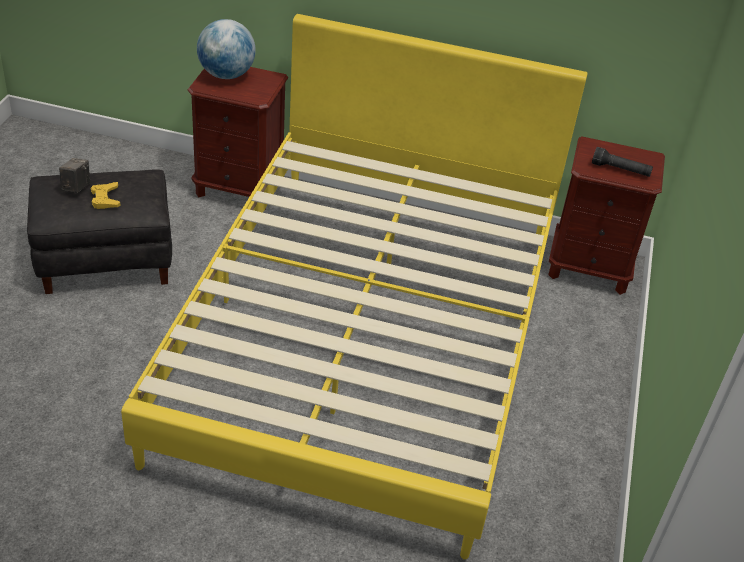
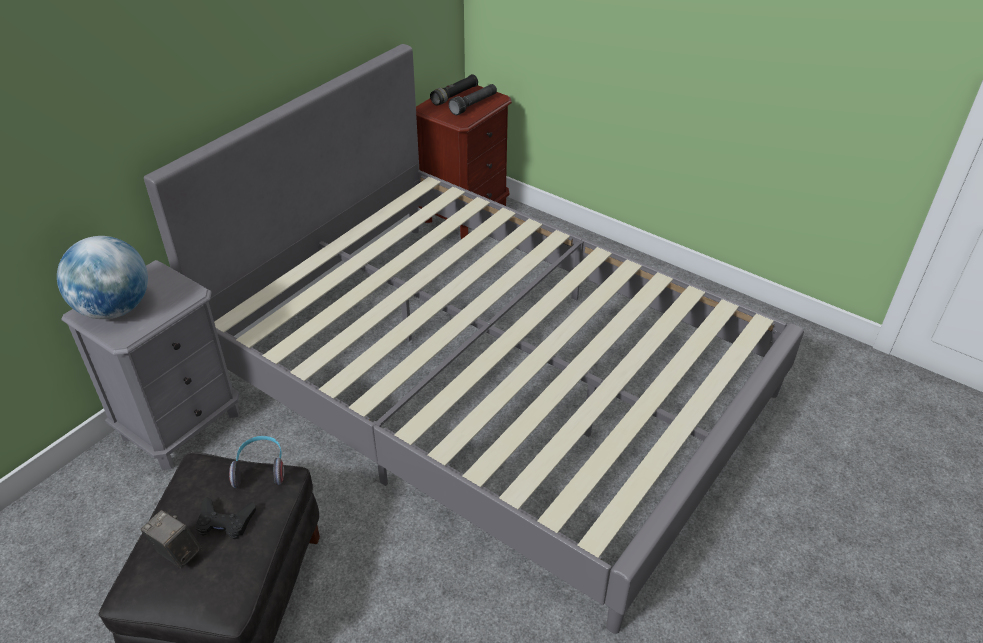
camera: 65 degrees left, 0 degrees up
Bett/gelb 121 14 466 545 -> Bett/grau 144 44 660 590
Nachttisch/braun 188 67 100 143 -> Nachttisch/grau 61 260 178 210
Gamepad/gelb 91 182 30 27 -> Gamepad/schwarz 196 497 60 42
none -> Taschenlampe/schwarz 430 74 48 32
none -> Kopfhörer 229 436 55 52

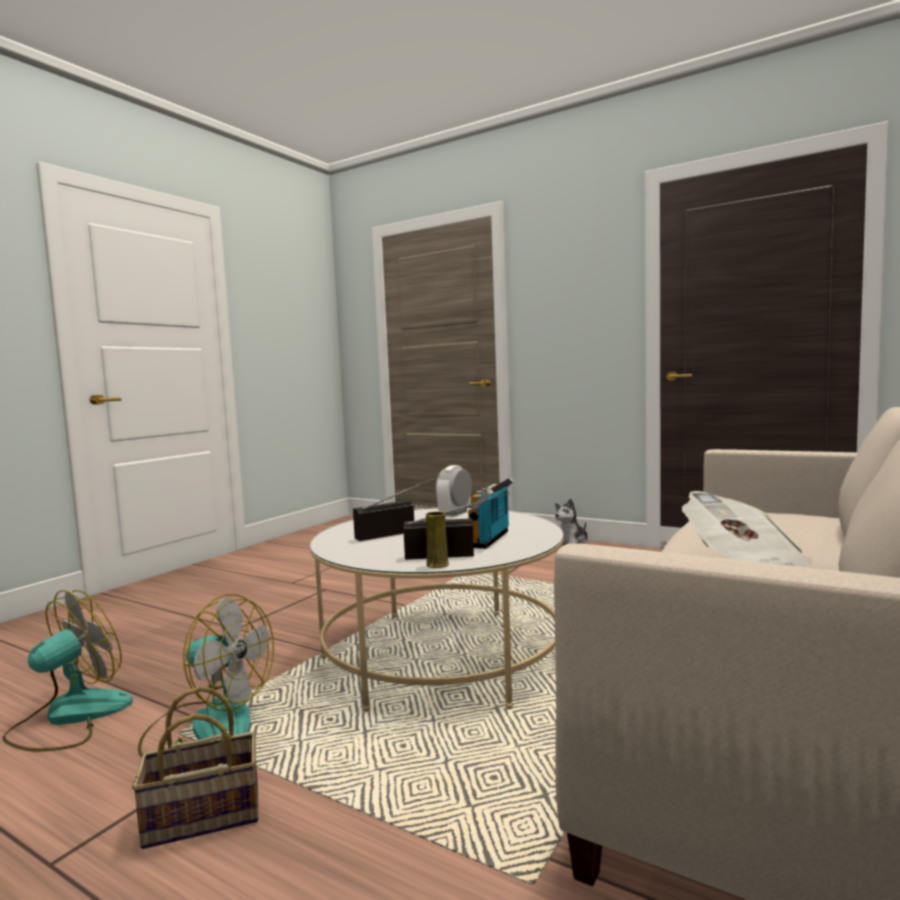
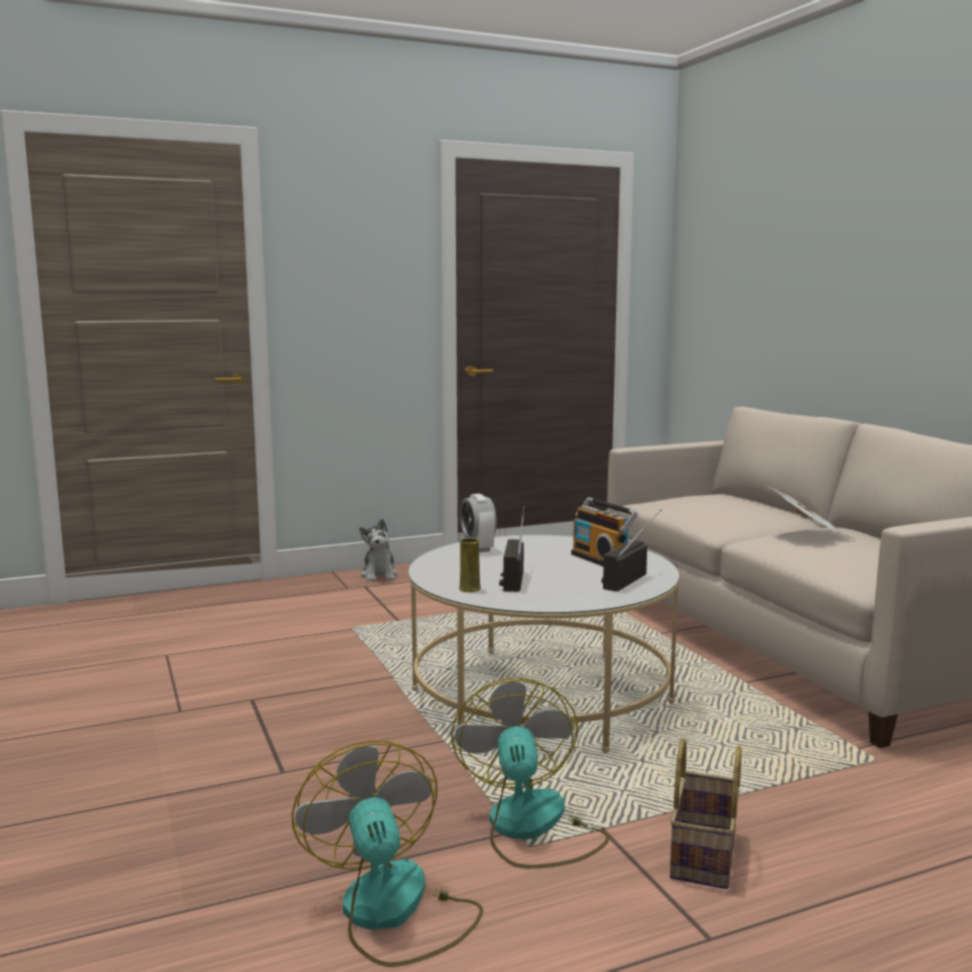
camera: 55 degrees left, 5 degrees up
Vase/gelb 426 511 23 57 -> Vase/gelb 459 538 22 54, moved
Ventilator 138 594 136 163 -> Ventilator 451 678 159 191, 60 degrees counterclockwise

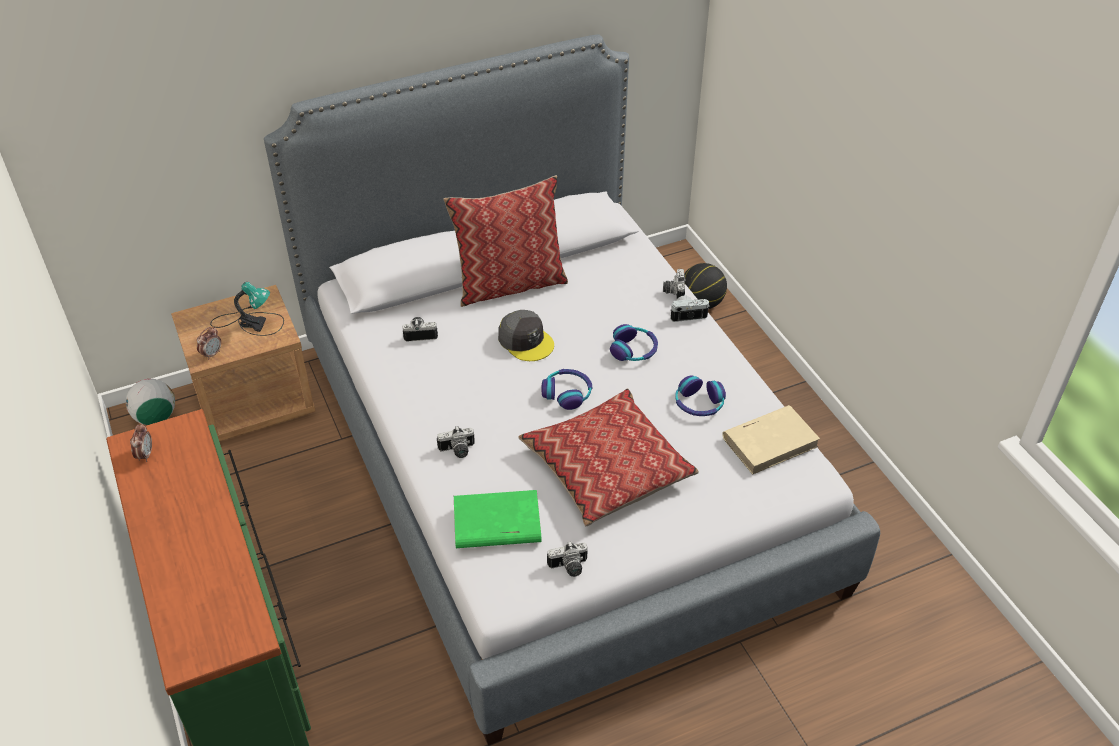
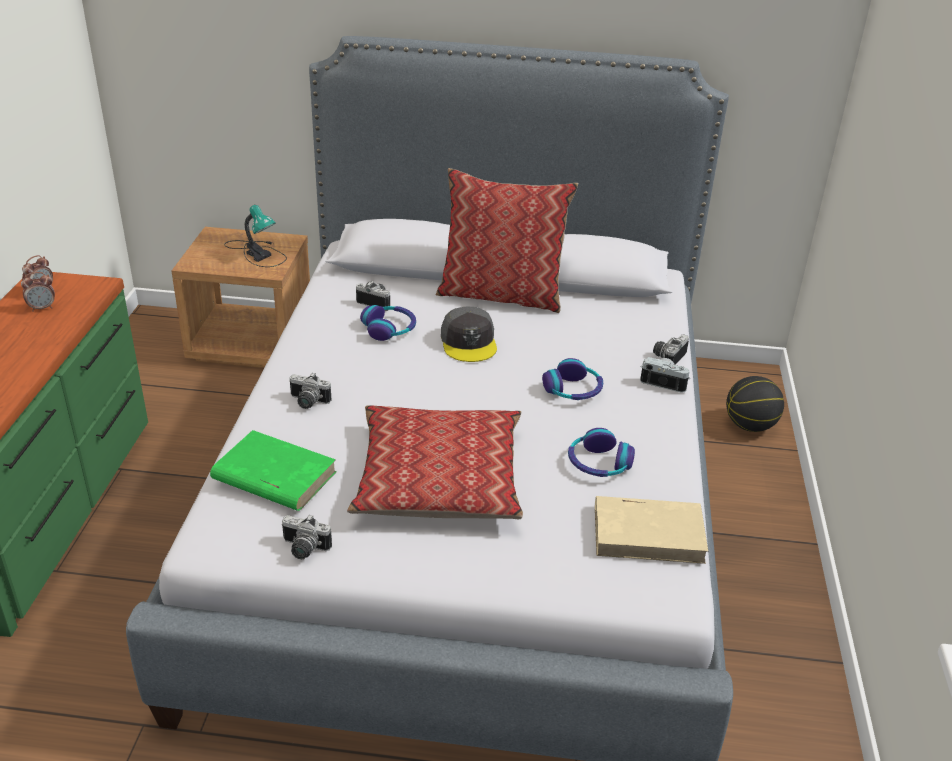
camera: 30 degrees right, 10 degrees down
Wecker 197 327 24 33 -> Wecker 21 272 34 40, moved
Kopfhörer 541 369 51 41 -> Kopfhörer 360 305 56 36, moved
Fußball 126 379 49 46 -> none

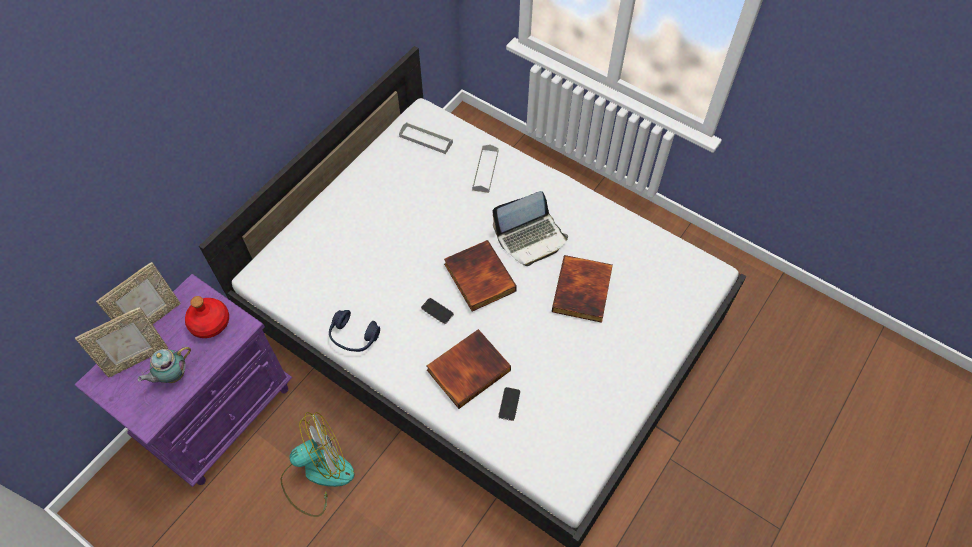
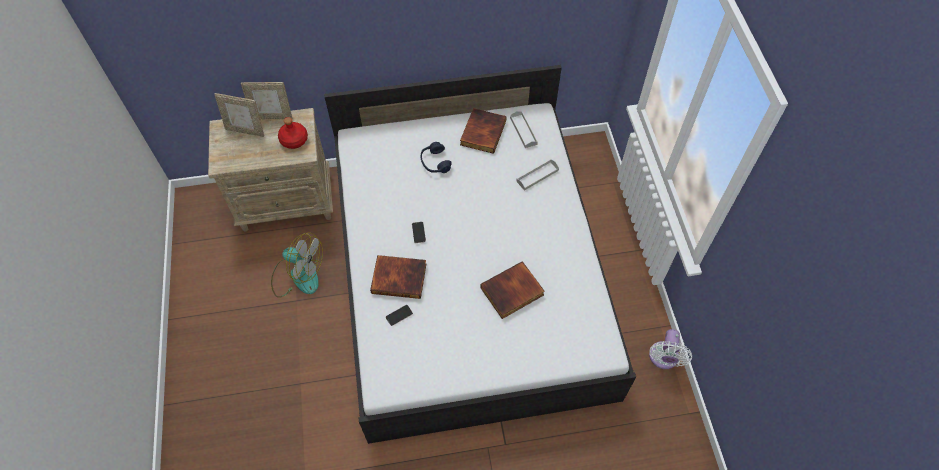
camera: 45 degrees right, 0 degrees up
Laptop 492 191 76 75 -> none
Buch 444 240 73 72 -> Buch 460 108 46 46, moved
Nachttisch/lila 75 274 218 213 -> Nachttisch/beige 208 108 125 124
Kopfhörer/blau 329 310 51 42 -> Kopfhörer/blau 421 142 31 31, moved
Teekanne 137 345 54 38 -> none
none -> Ventilator/weiß 649 329 43 40

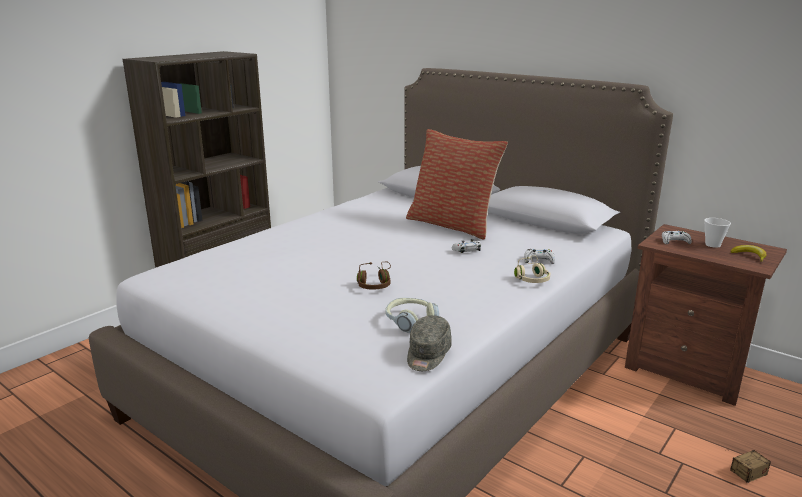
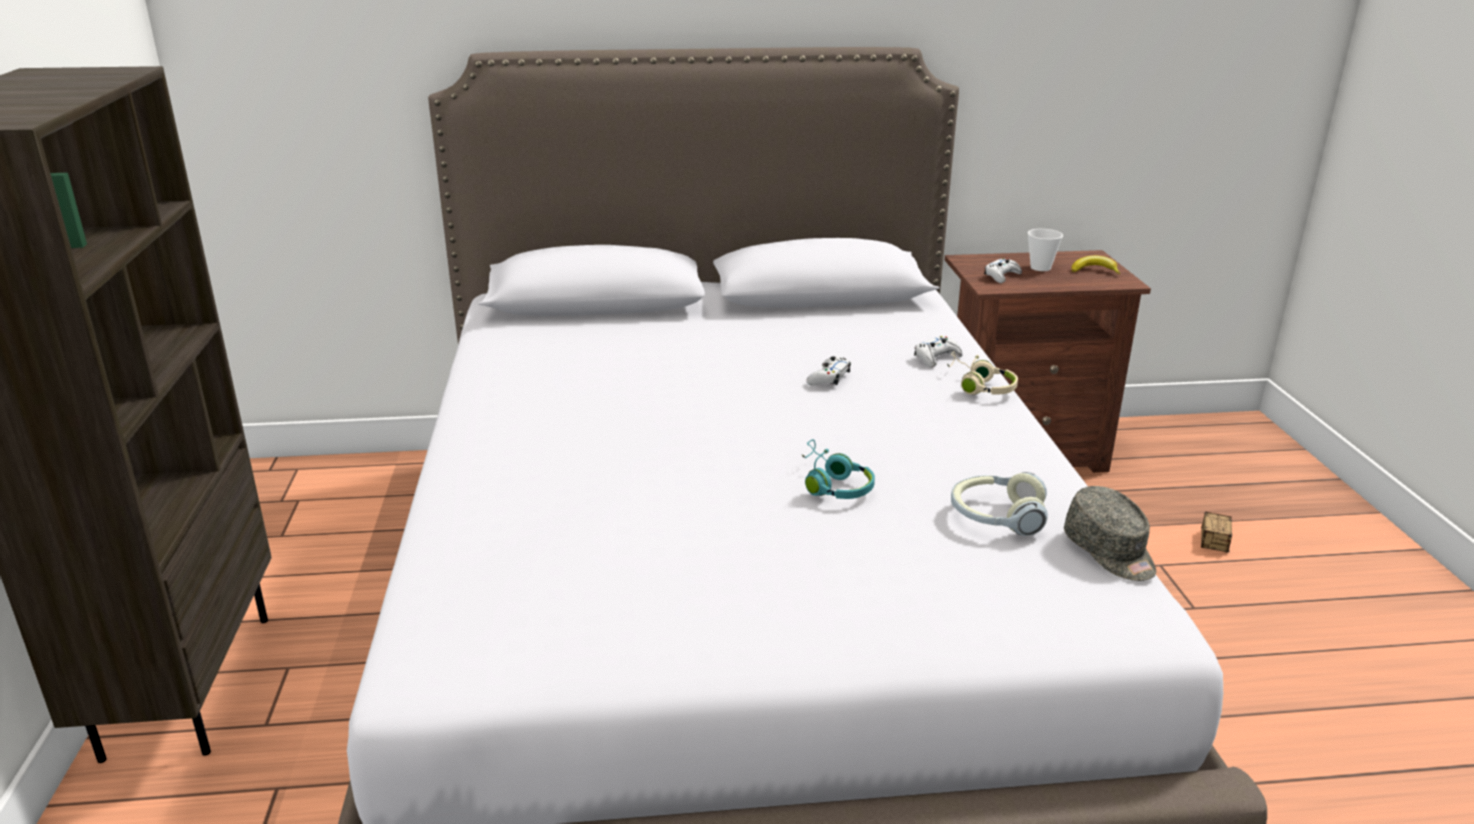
camera: 45 degrees left, 5 degrees up
Kissen 406 129 102 111 -> none
Kopfhörer/braun 357 262 34 28 -> Kopfhörer/türkis 801 439 74 60

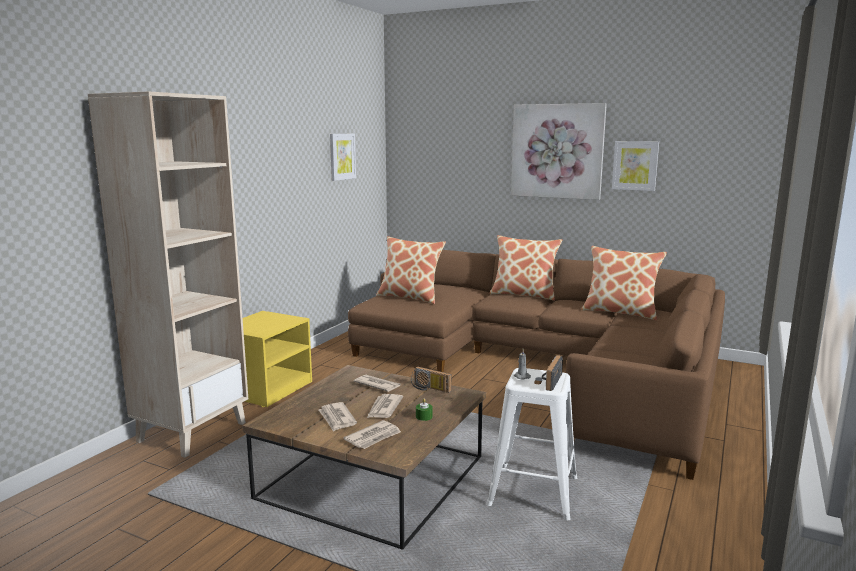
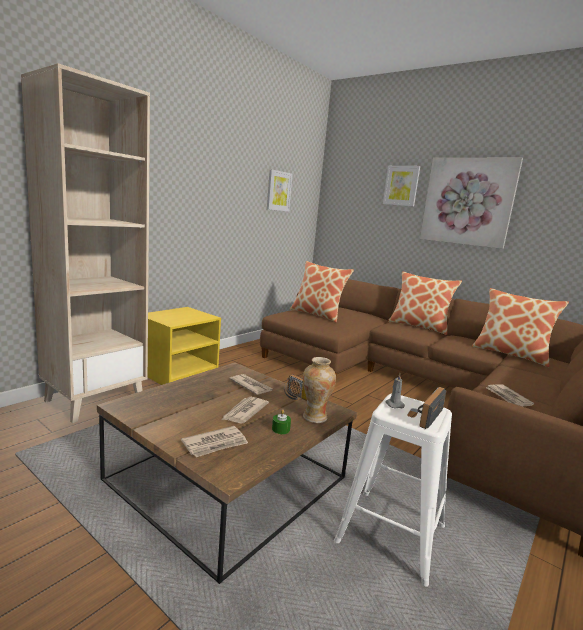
camera: 10 degrees right, 0 degrees up
Bild 612 141 47 50 -> Bild 383 166 37 40, moved
Zeitung 318 402 39 30 -> Zeitung 486 384 48 22, moved
none -> Vase 303 357 33 66

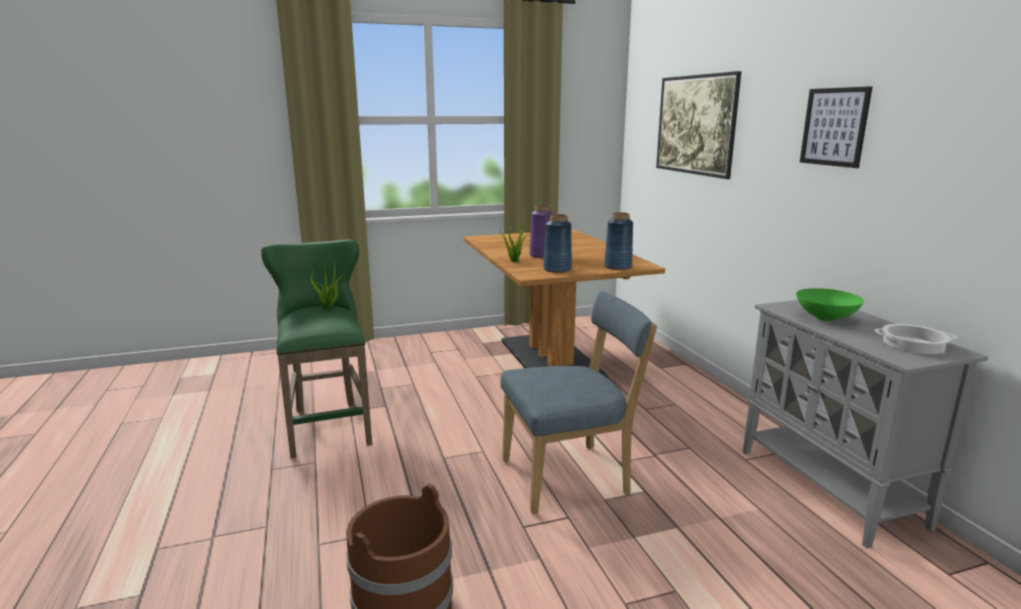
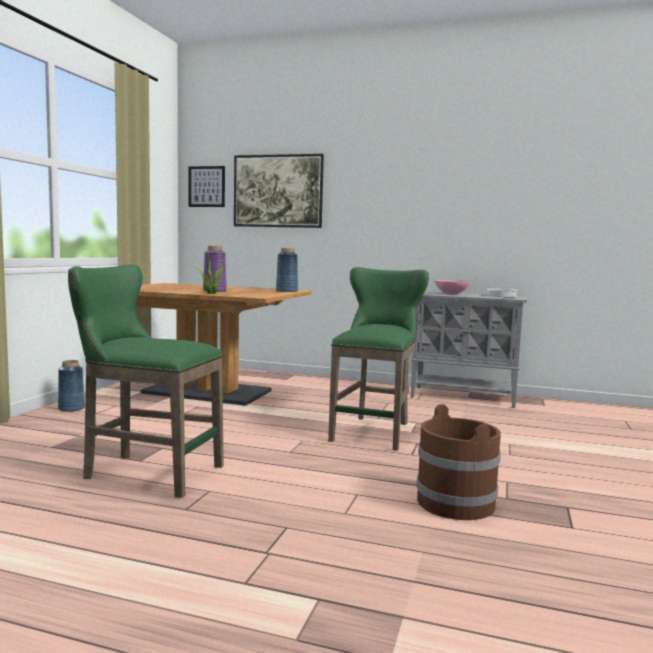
camera: 55 degrees left, 10 degrees down
Bild 800 86 73 82 -> Bild 189 166 36 41, moved
Vase/blau 544 214 28 59 -> Vase/blau 58 360 27 52, moved
Topfpflanze 311 260 34 50 -> none
Schüssel/grün 796 288 68 33 -> Schüssel/rosa 434 280 36 15
Stuhl/blau 501 291 156 224 -> Hocker/grün 328 267 101 184

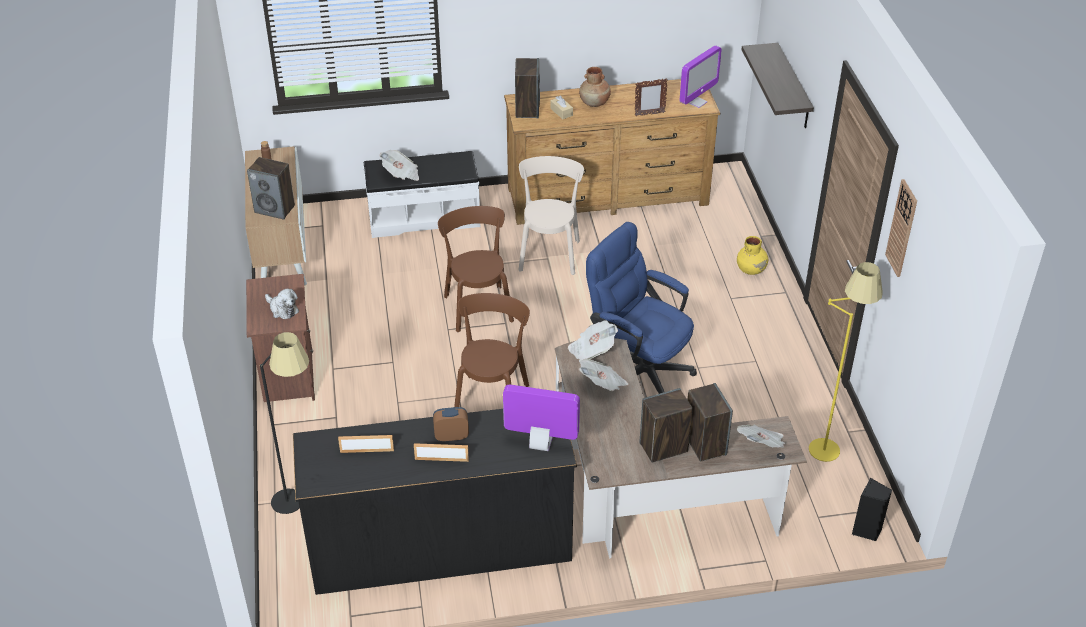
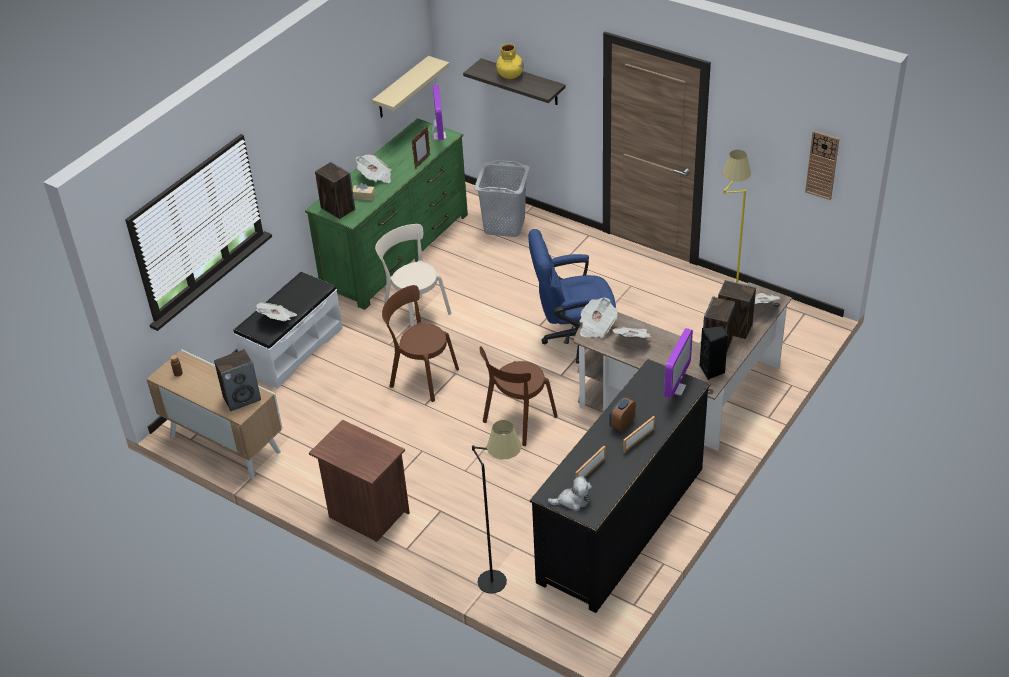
camera: 45 degrees left, 0 degrees up
Vase/braun 579 67 32 40 -> Zeitung 356 155 35 28
Kommode/braun 504 79 216 146 -> Kommode/grün 305 118 163 192
Wanduhr 885 179 32 98 -> Wanduhr 805 131 35 69, moved
Vase/gelb 737 236 31 39 -> Vase/gelb 496 44 28 35, moved
Plüschtier 265 288 34 31 -> Plüschtier 548 476 44 35, moved
Stuhl/braun 454 293 76 114 -> Stuhl/braun 479 346 79 100, 105 degrees counterclockwise
Monitor 503 384 77 67 -> Monitor 664 328 29 71, 150 degrees clockwise
Lautsprecher/schwarz 852 478 40 63 -> Lautsprecher/schwarz 700 326 28 54, moved
none -> Wandregal/beige 372 56 77 62
none -> Wäschekorb/grau 474 160 56 77

